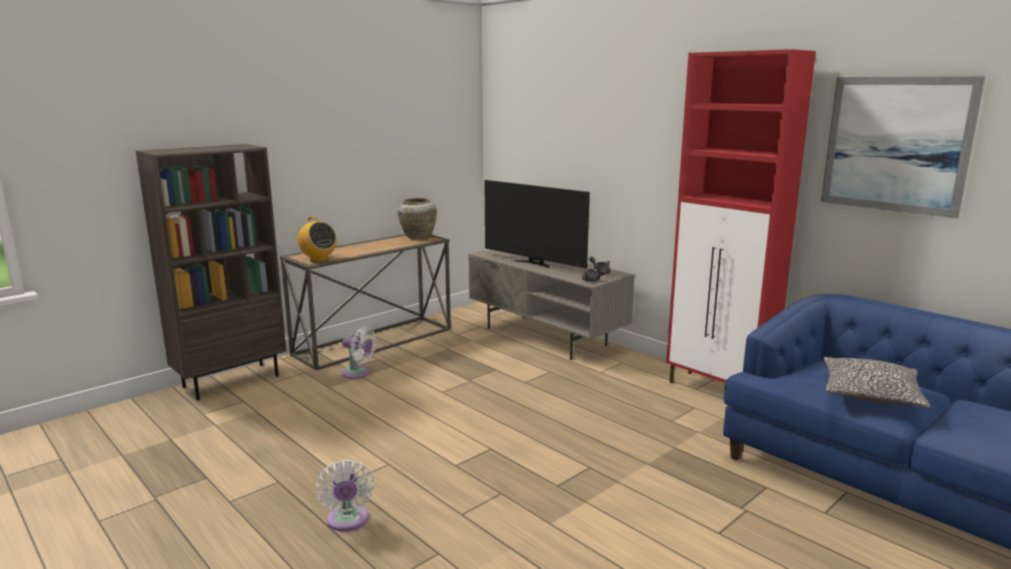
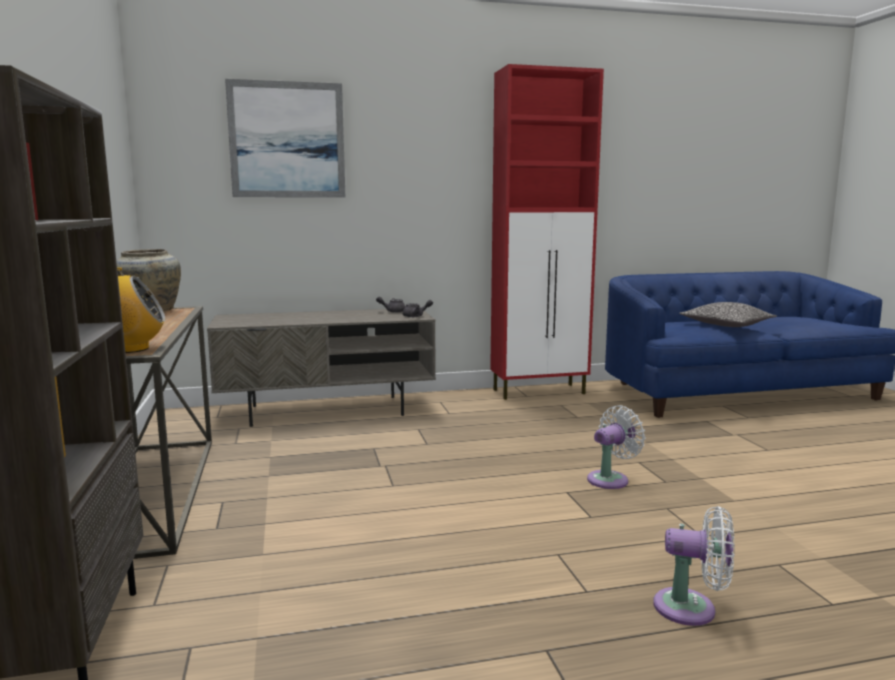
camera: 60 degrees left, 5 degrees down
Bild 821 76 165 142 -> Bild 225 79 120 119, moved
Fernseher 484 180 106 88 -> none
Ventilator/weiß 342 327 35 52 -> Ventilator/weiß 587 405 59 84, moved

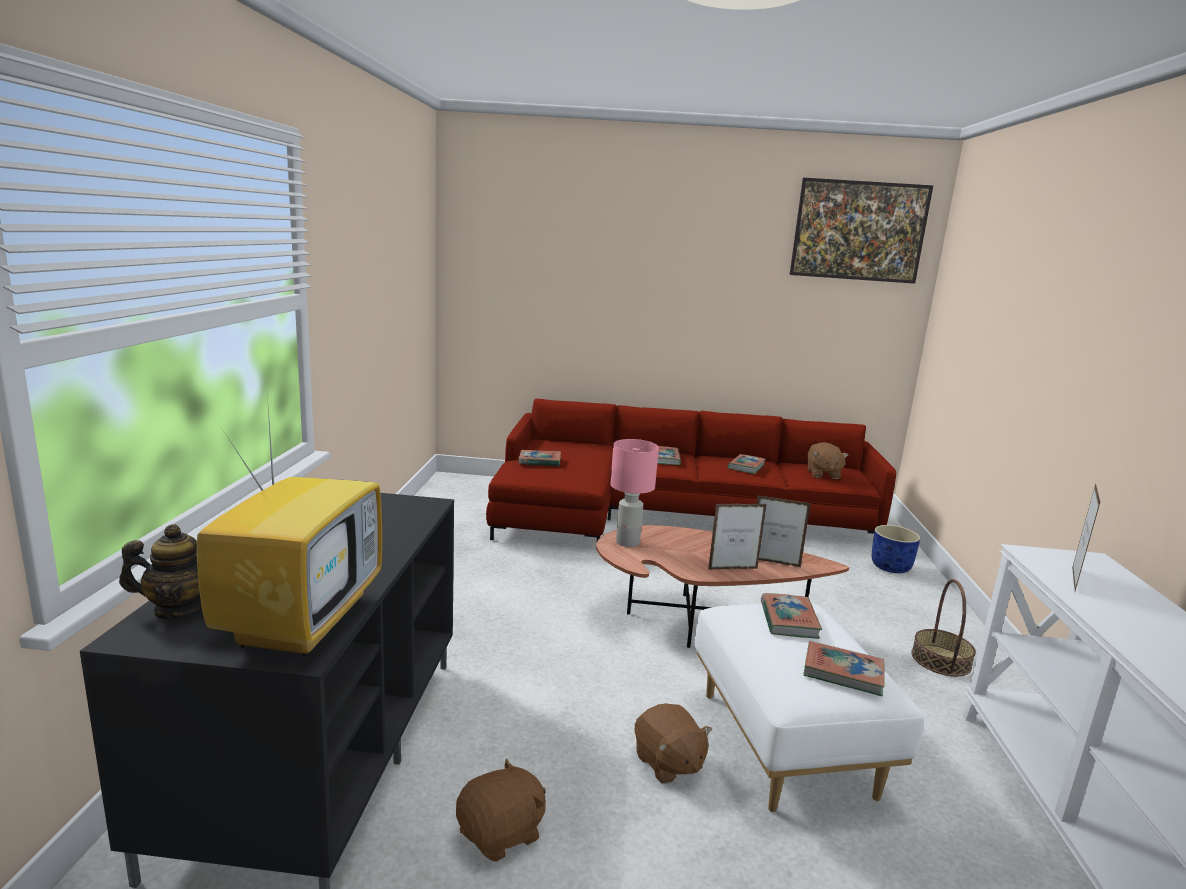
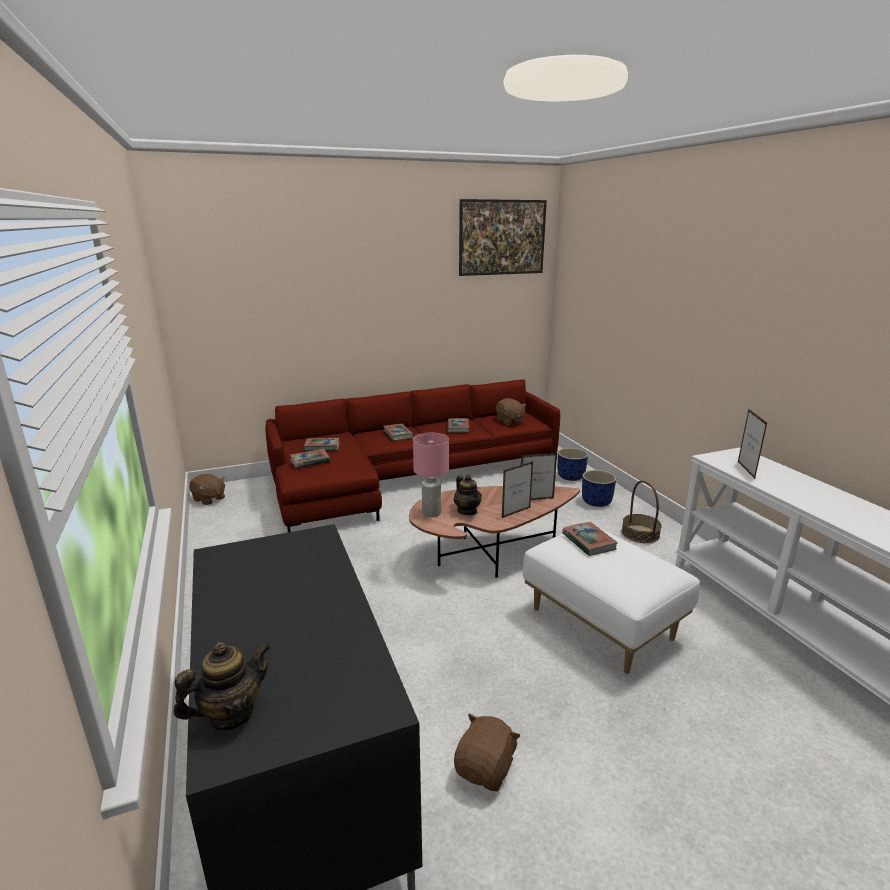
camera: 25 degrees left, 5 degrees up
Fernseher 197 395 185 261 -> none
Buch 803 641 82 55 -> Buch 304 438 36 13, moved
Plüschtier/braun 635 703 77 81 -> Plüschtier/braun 189 474 36 31, moved
none -> Pflanzkübel/blau 582 470 34 37
none -> Teekanne 454 475 28 40

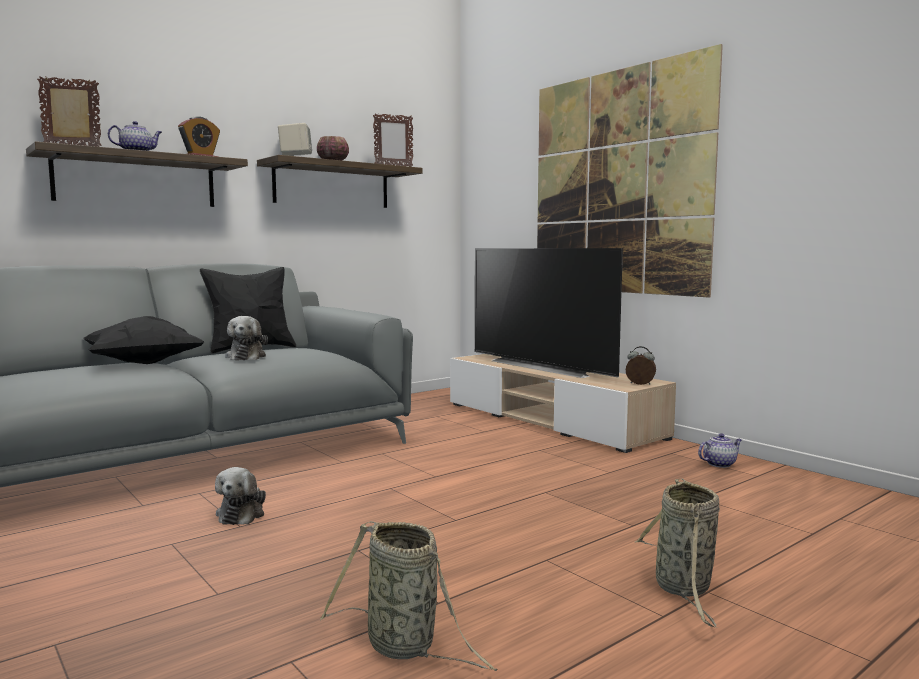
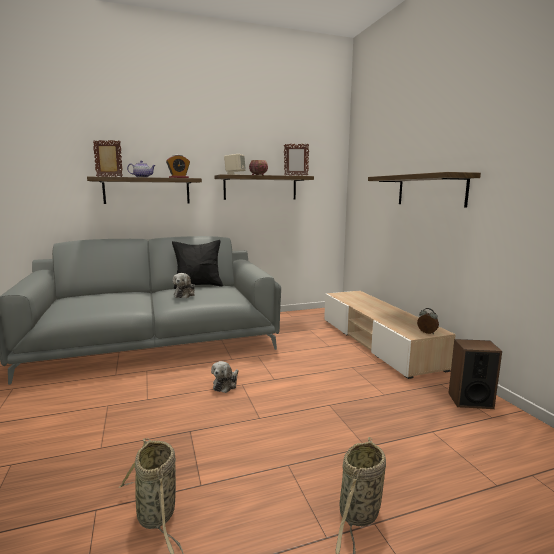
camera: 20 degrees right, 5 degrees up
Bild 537 44 186 254 -> Wandregal 368 172 113 36
Fernseher 475 248 148 130 -> none
Kissen/schwarz 83 316 121 48 -> none
Teekanne 698 433 44 35 -> Lautsprecher 448 339 54 70
Plüschtier 215 467 51 58 -> Plüschtier 211 361 28 32, moved

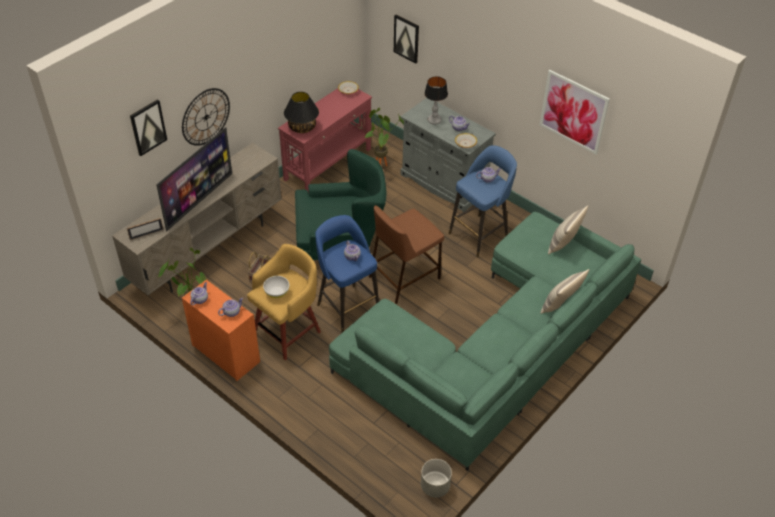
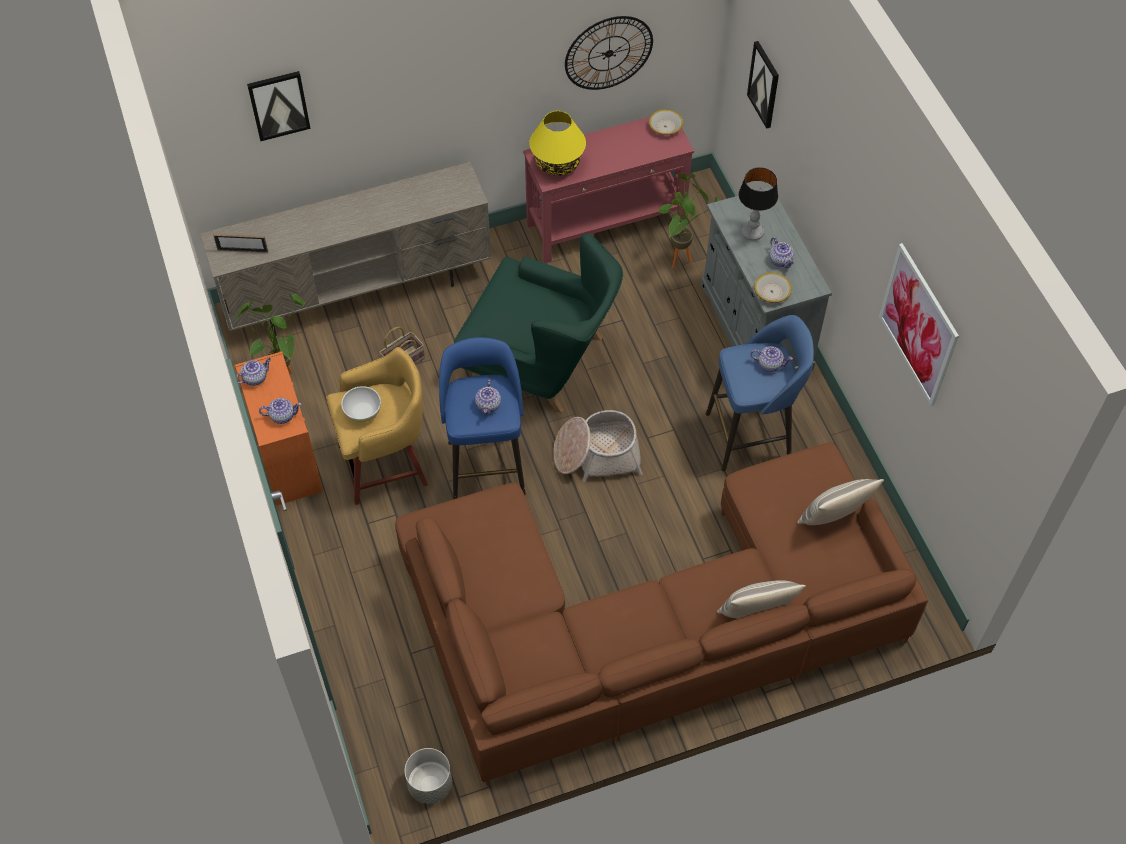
camera: 30 degrees right, 10 degrees up
Wanduhr 182 88 48 58 -> Wanduhr 565 16 88 74, moved
Tischlampe/schwarz 284 92 35 41 -> Tischlampe/gelb 529 111 57 65
Fernseher 156 127 76 104 -> none
Hocker/braun 369 205 75 99 -> Korb 553 410 90 72
Sofa/grün 329 212 312 259 -> Sofa/braun 395 442 533 344

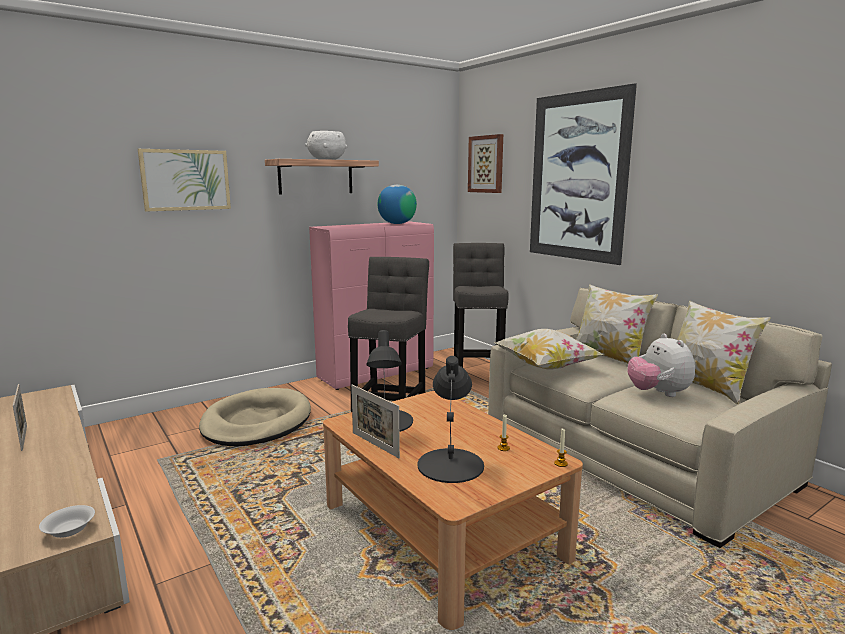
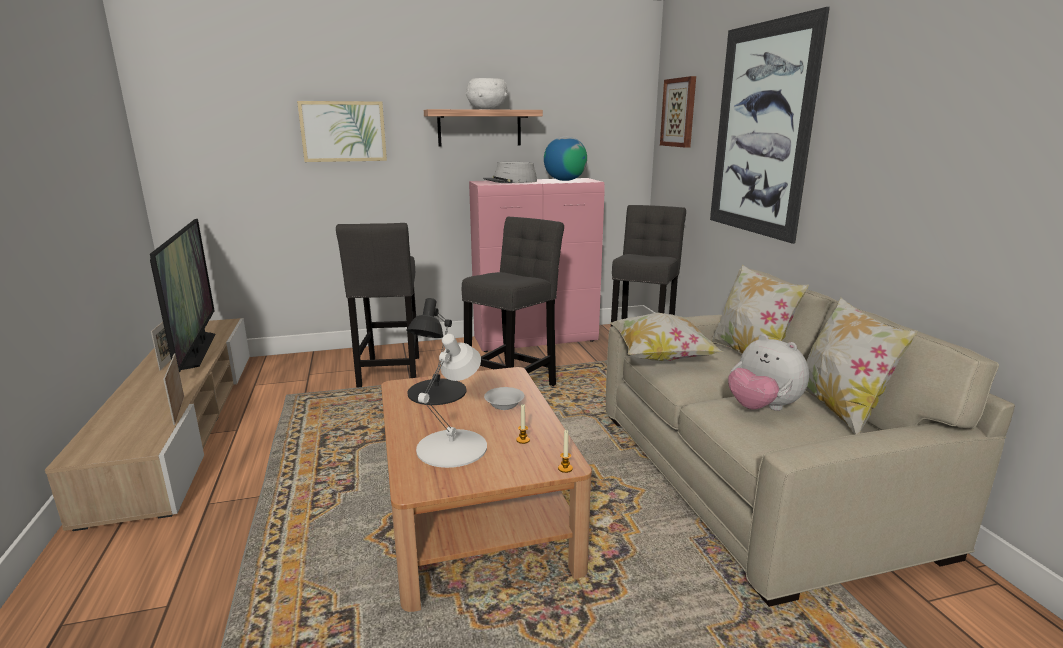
camera: 20 degrees right, 5 degrees up
Plüschtier 627 334 68 63 -> Plüschtier 728 334 81 77, 45 degrees counterclockwise
Tischlampe/schwarz 418 356 66 127 -> Tischlampe/weiß 416 334 71 134
Bilderrahmen 351 384 49 74 -> Bilderrahmen 163 353 21 72, moved
Hundebett/beige 199 388 112 58 -> Hocker/grau 336 223 83 165
Schüssel/weiß 39 505 56 33 -> Schüssel/weiß 484 387 40 23, moved
none -> Hut/grau 483 162 54 21
none -> Fernseher 150 219 65 154

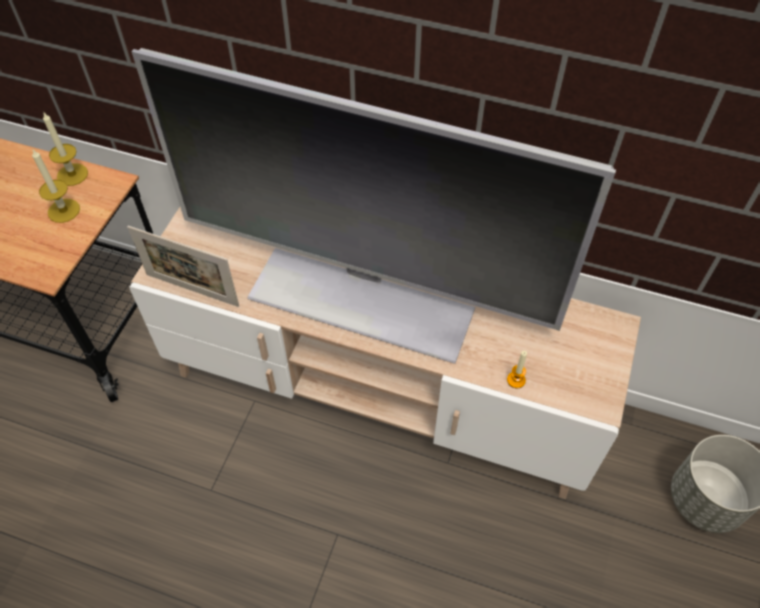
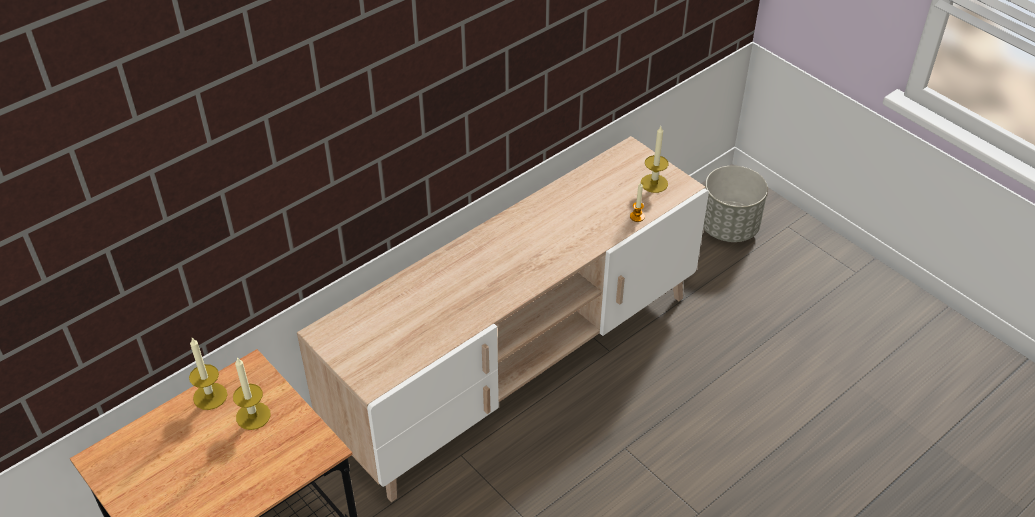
camera: 60 degrees left, 10 degrees down
Fernseher 131 48 485 316 -> none
Bilderrahmen 127 226 112 81 -> none
none -> Kerze 641 126 28 67

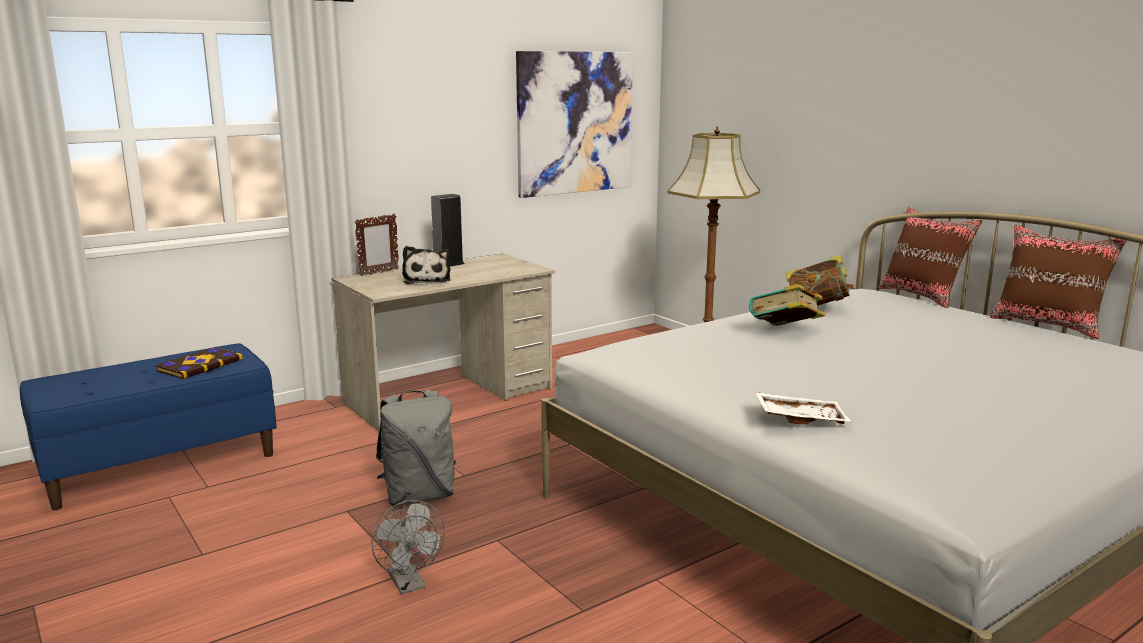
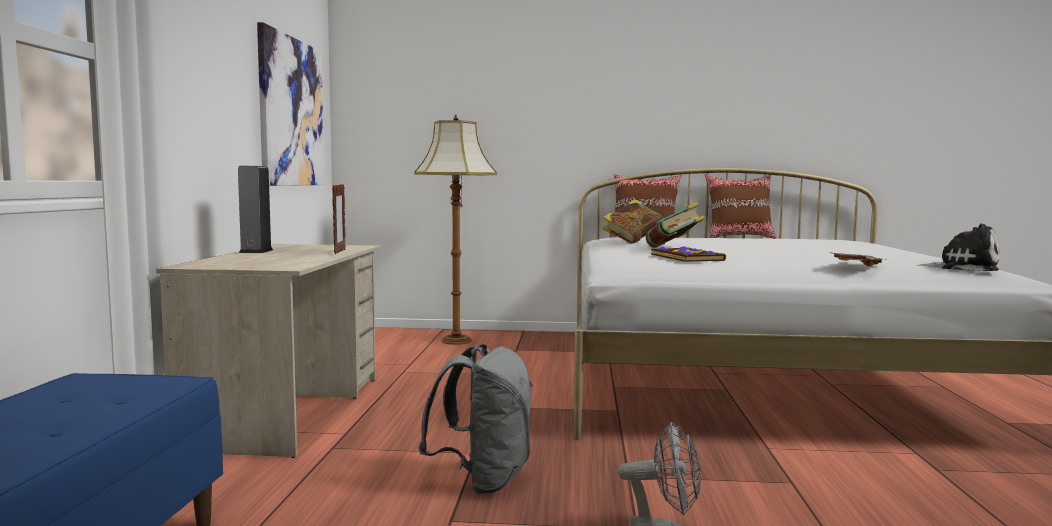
camera: 50 degrees left, 10 degrees down
Bilderrahmen 354 214 45 62 -> Bilderrahmen 332 184 14 70, moved
Plüschtier 402 246 49 38 -> Plüschtier 916 223 84 49, moved
Buch 155 347 88 32 -> Buch 651 246 75 16, moved

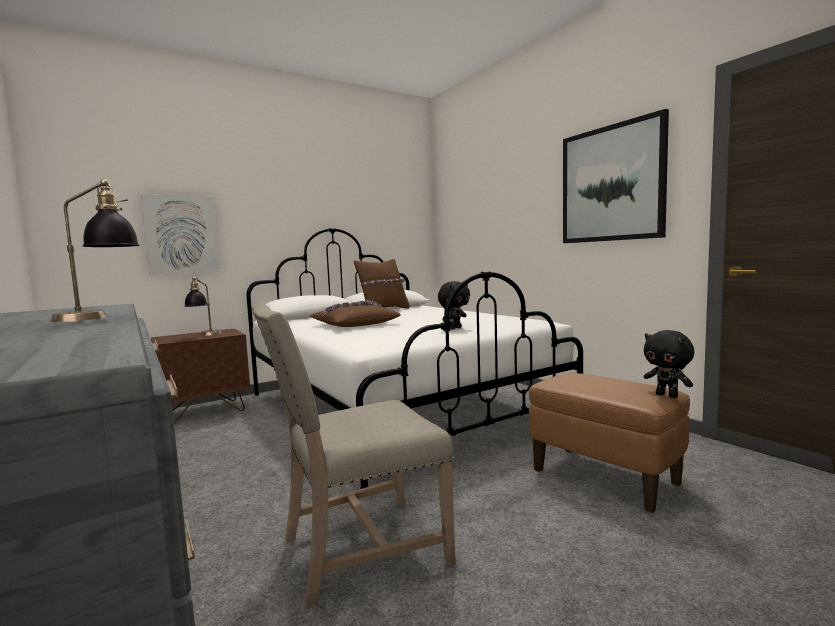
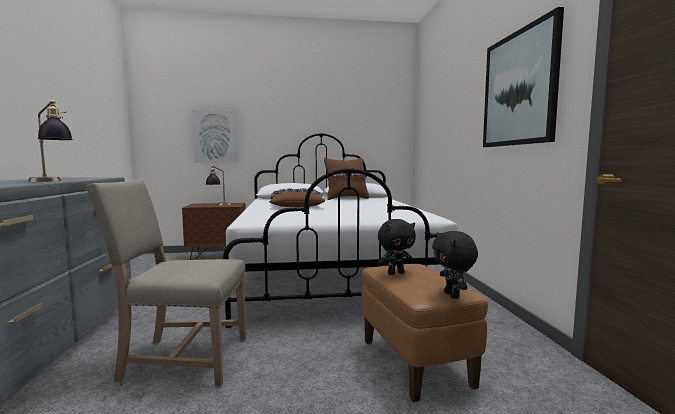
camera: 25 degrees right, 0 degrees up
Plüschtier/schwarz 438 281 32 49 -> Plüschtier/schwarz 378 219 38 56, moved

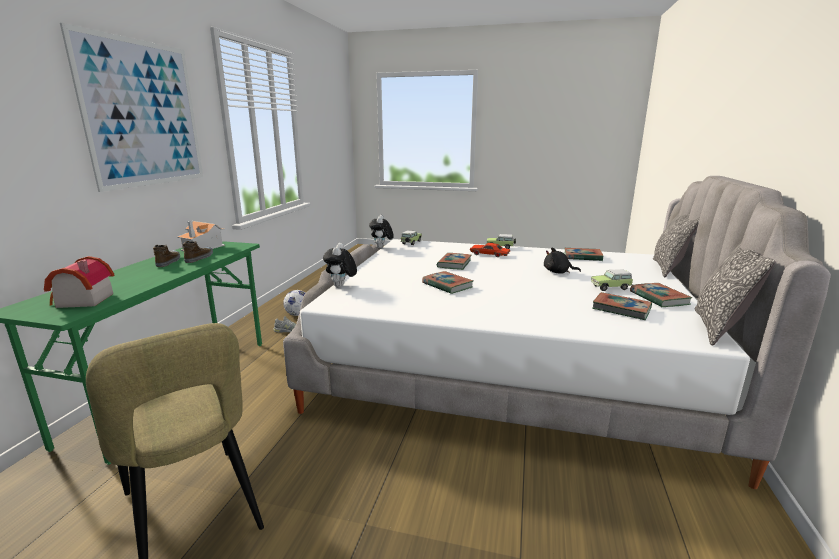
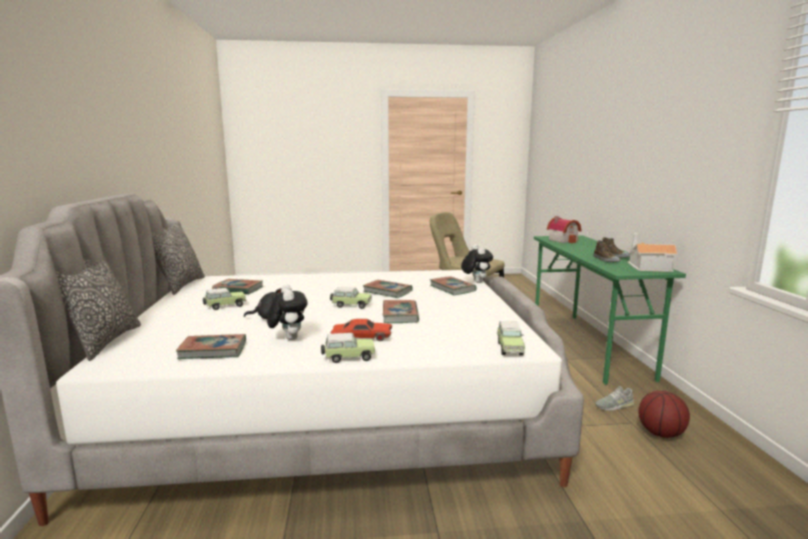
camera: 160 degrees right, 5 degrees down
Bild 60 23 143 169 -> none
Plüschtier 369 215 25 33 -> Plüschtier 267 285 41 55, moved
Buch 630 283 63 24 -> Buch 430 276 47 19, moved
Fußball 283 290 22 26 -> Basketball 638 390 52 48
none -> Spielzeugauto 330 287 42 22

